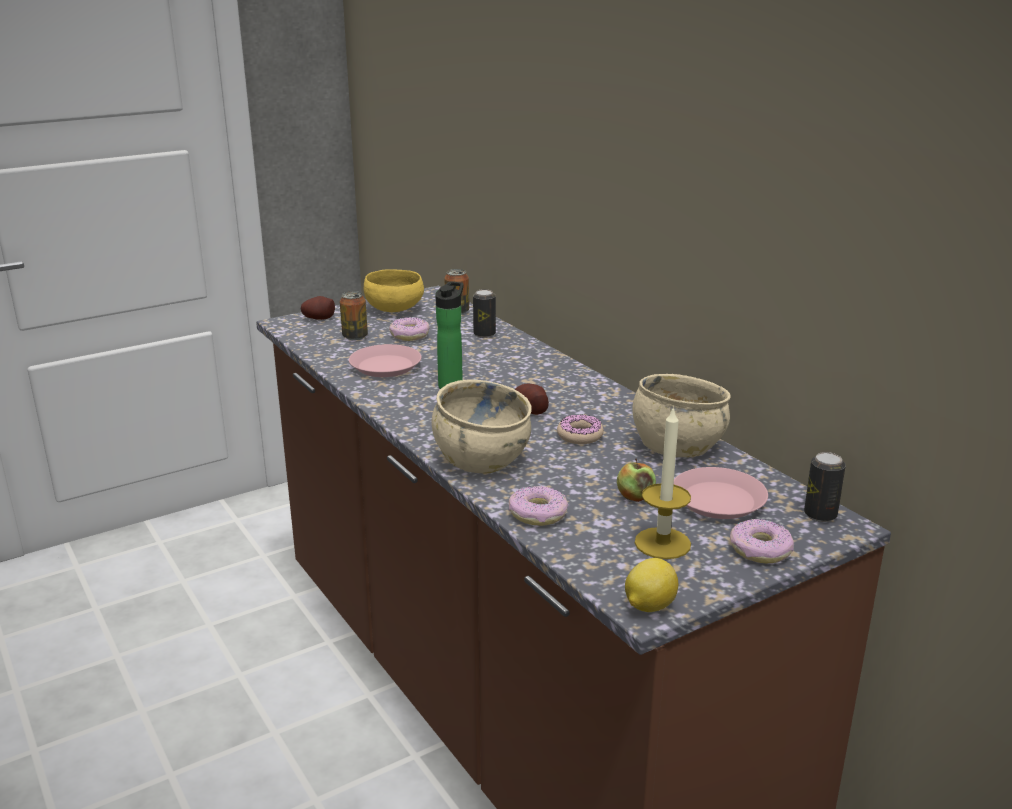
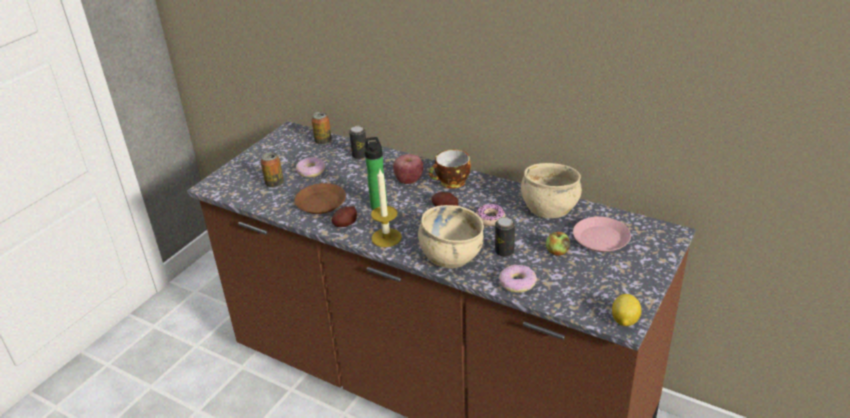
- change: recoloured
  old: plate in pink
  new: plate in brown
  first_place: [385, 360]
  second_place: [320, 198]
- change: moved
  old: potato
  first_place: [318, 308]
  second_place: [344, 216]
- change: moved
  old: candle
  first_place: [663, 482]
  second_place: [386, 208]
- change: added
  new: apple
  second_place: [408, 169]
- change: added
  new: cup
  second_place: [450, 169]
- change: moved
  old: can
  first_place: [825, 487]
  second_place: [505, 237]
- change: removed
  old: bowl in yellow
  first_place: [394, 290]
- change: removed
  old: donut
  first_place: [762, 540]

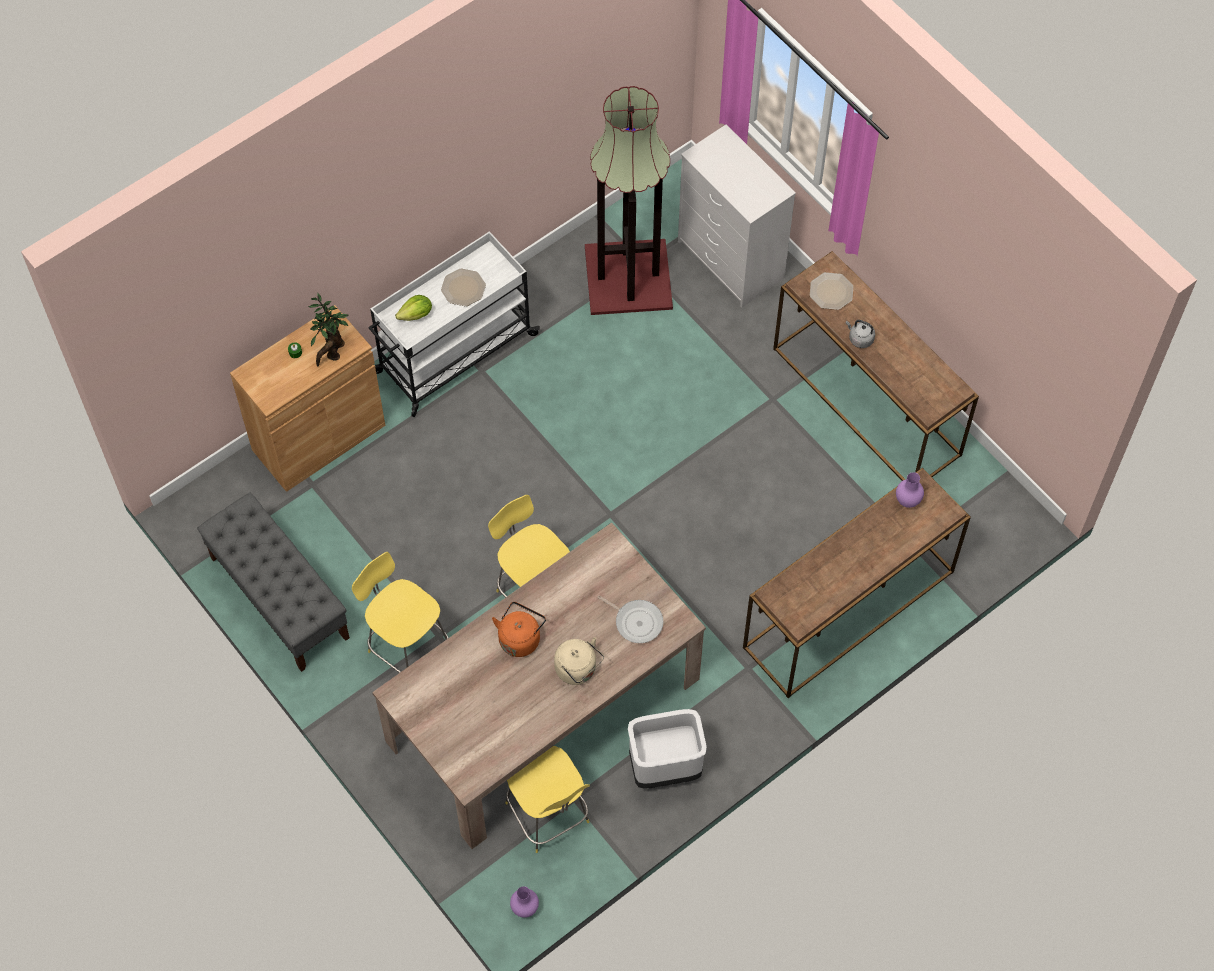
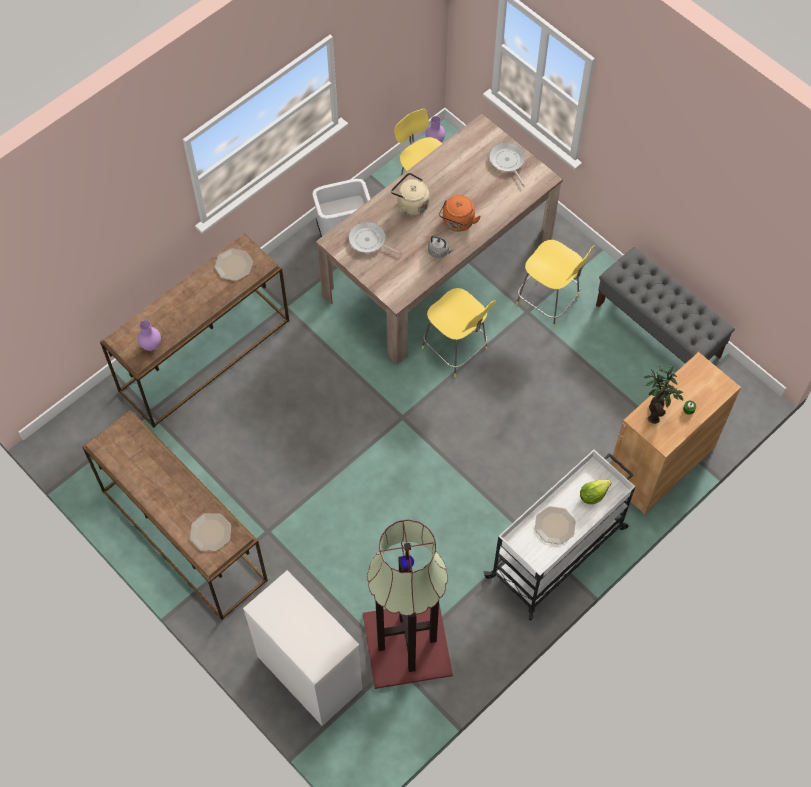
- change: added
  new: plate
  second_place: [233, 264]
- change: moved
  old: kettle in grey
  first_place: [860, 334]
  second_place: [440, 247]
- change: added
  new: frying pan
  second_place: [507, 164]

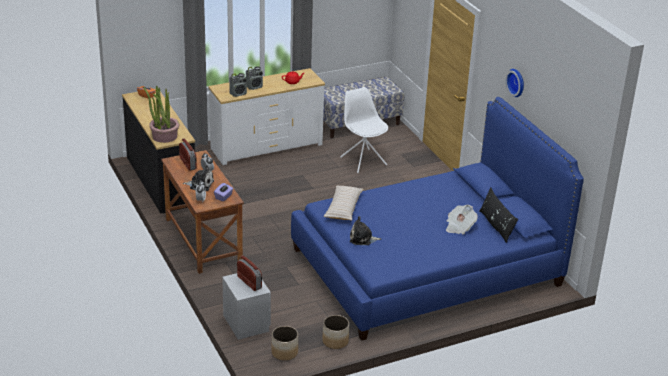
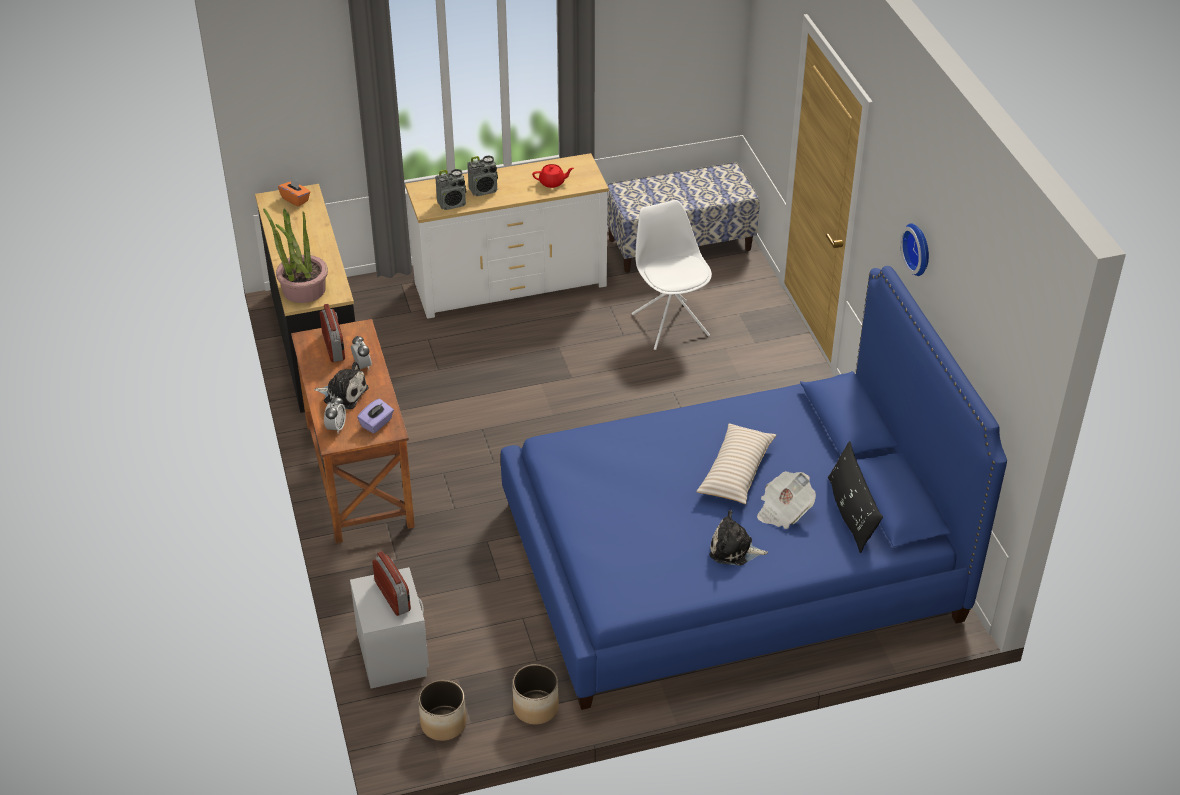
- change: moved
  old: pillow in beige
  first_place: [343, 203]
  second_place: [736, 463]
- change: moved
  old: plush toy
  first_place: [365, 230]
  second_place: [738, 538]

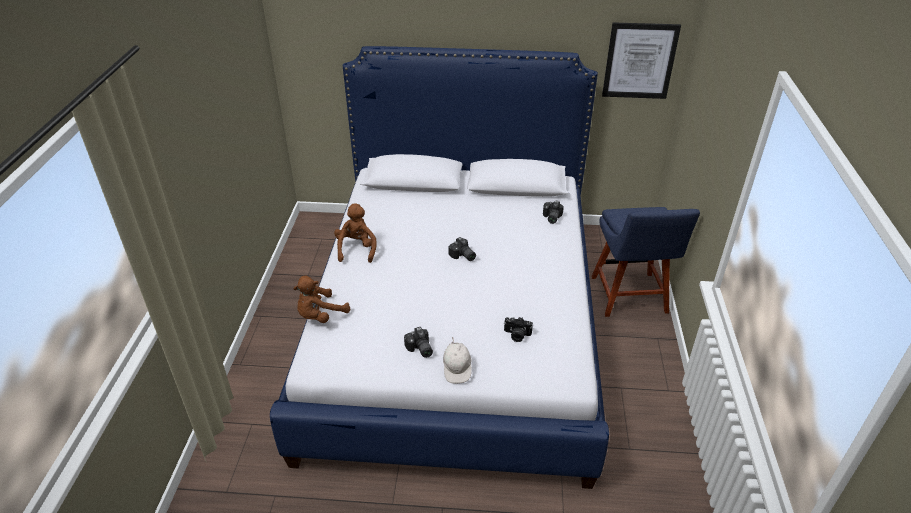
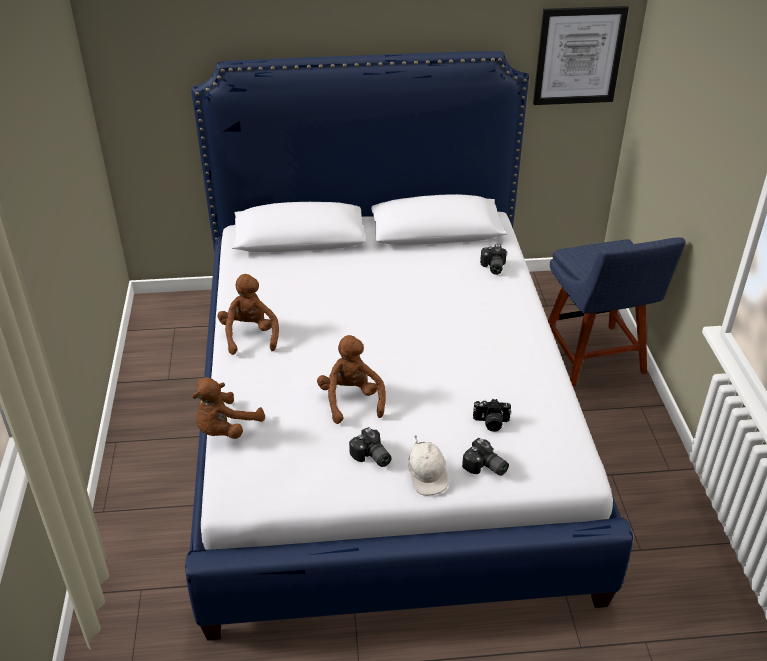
- change: added
  new: plush toy in brown
  second_place: [351, 379]
- change: moved
  old: photo camera
  first_place: [462, 249]
  second_place: [485, 457]

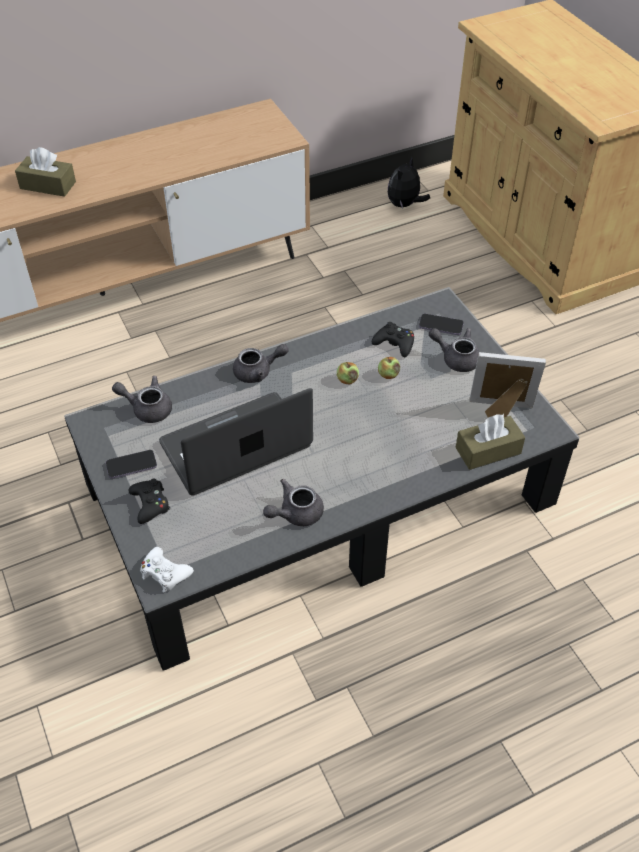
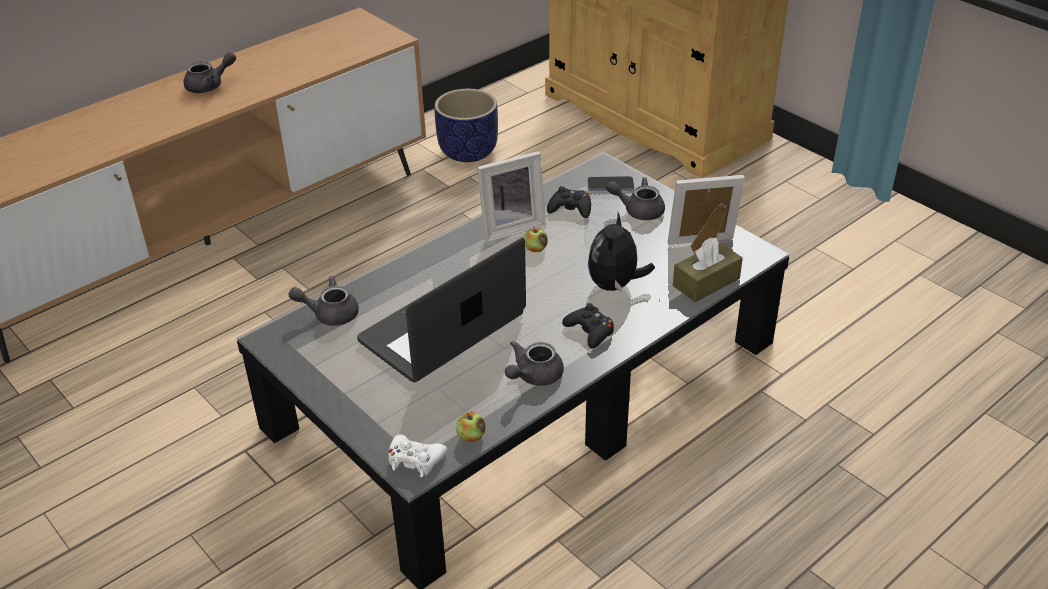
- change: moved
  old: teapot in grey
  first_place: [261, 363]
  second_place: [209, 72]
- change: added
  new: planter
  second_place: [466, 125]
- change: moved
  old: apple
  first_place: [389, 368]
  second_place: [471, 427]
- change: added
  new: picture frame
  second_place: [511, 196]
- change: moved
  old: game controller in black
  first_place: [149, 501]
  second_place: [588, 326]
- change: moved
  old: plush toy
  first_place: [409, 182]
  second_place: [621, 252]
- change: removed
  old: tissue box in brown
  first_place: [45, 172]
- change: removed
  old: phone
  first_place: [131, 464]

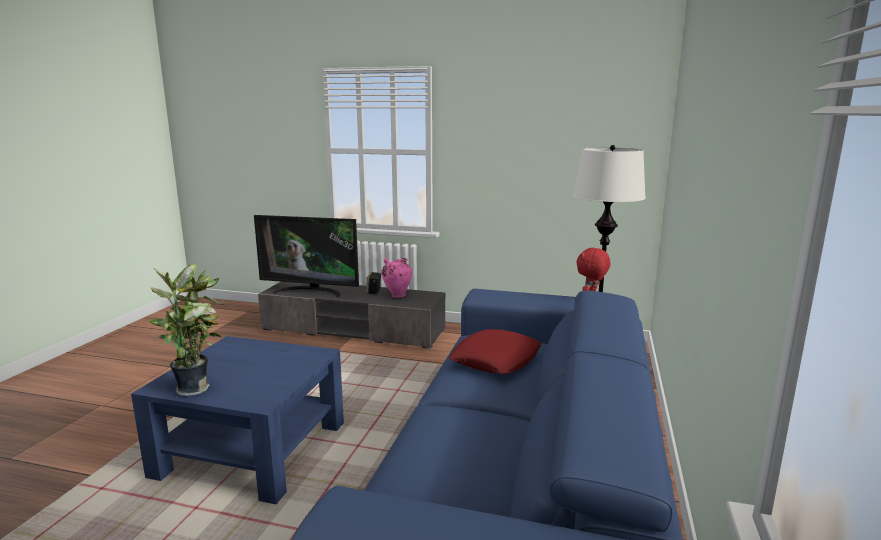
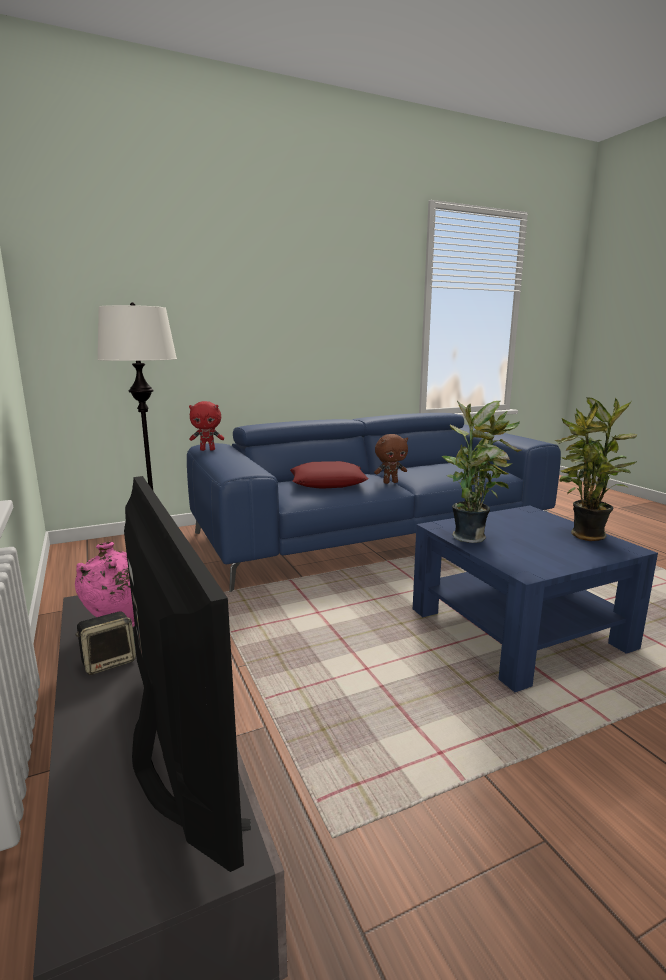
- change: added
  new: plush toy in brown
  second_place: [391, 459]
- change: added
  new: potted plant
  second_place: [481, 472]

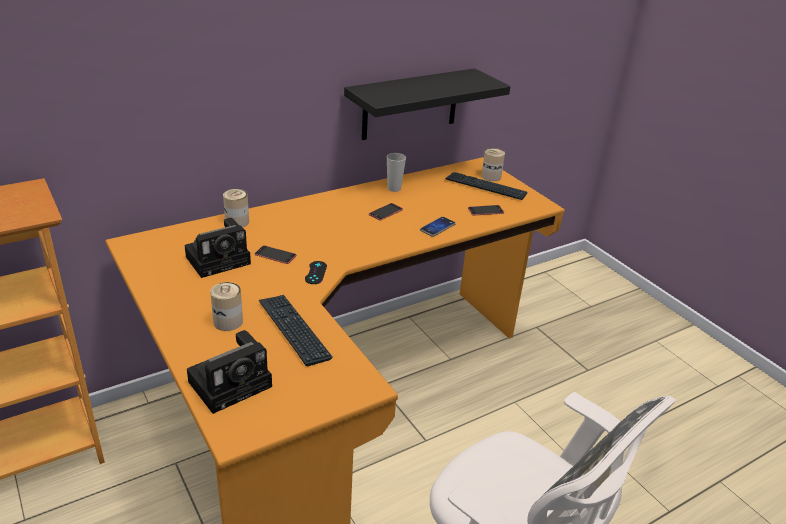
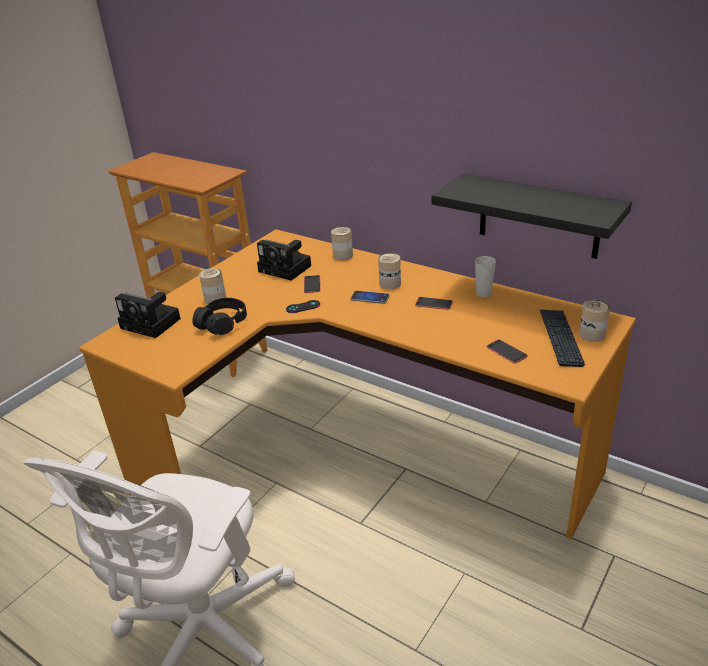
- change: replaced
  old: keyboard
  new: headphones in black
  first_place: [295, 330]
  second_place: [219, 316]
- change: moved
  old: phone
  first_place: [438, 227]
  second_place: [370, 297]
- change: added
  new: can
  second_place: [389, 271]

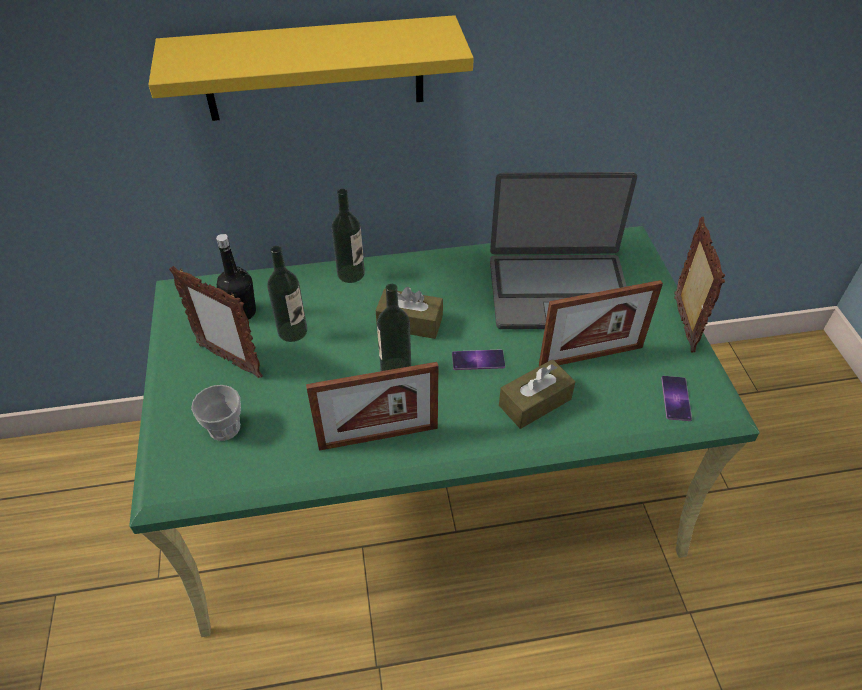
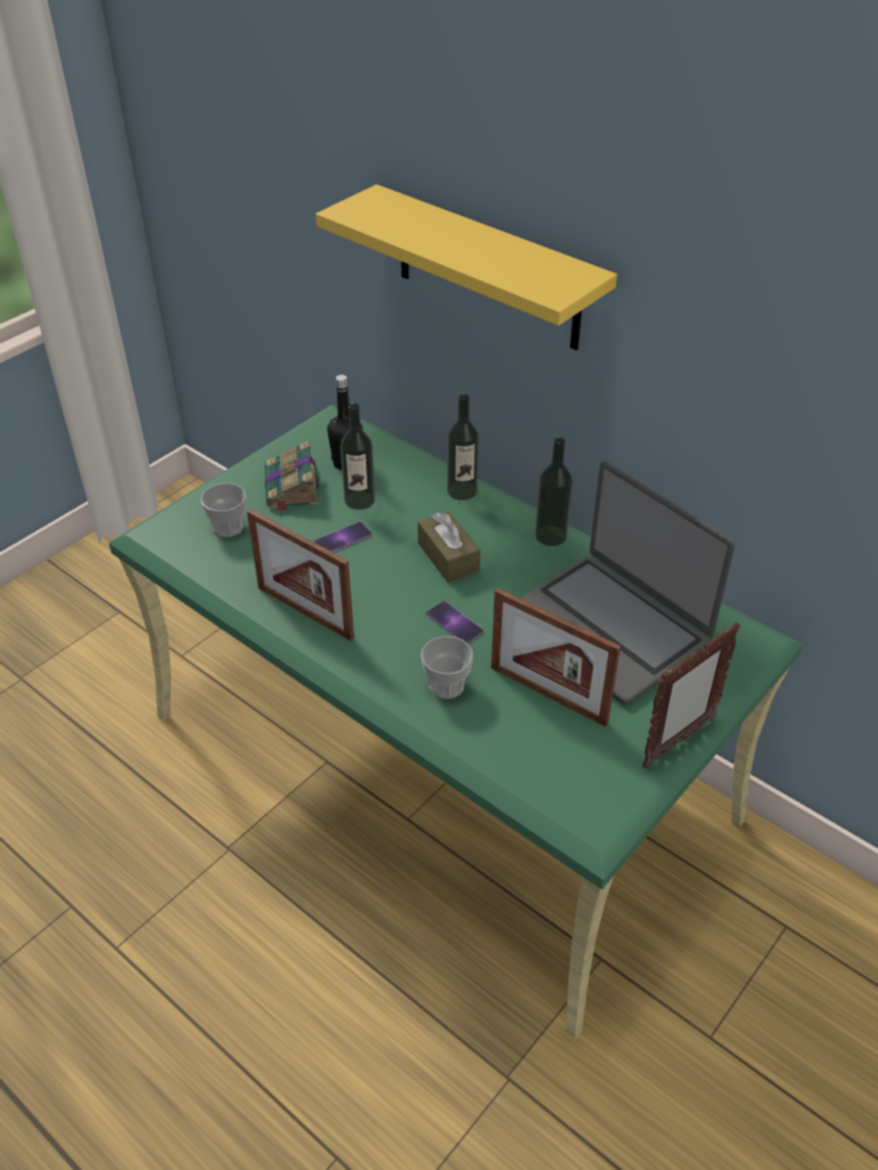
- change: replaced
  old: picture frame
  new: book
  first_place: [216, 322]
  second_place: [292, 476]
- change: moved
  old: phone
  first_place: [676, 398]
  second_place: [343, 537]
- change: replaced
  old: tissue box in brown
  new: cup
  first_place: [537, 394]
  second_place: [447, 667]
- change: moved
  old: bottle
  first_place: [394, 327]
  second_place: [554, 491]

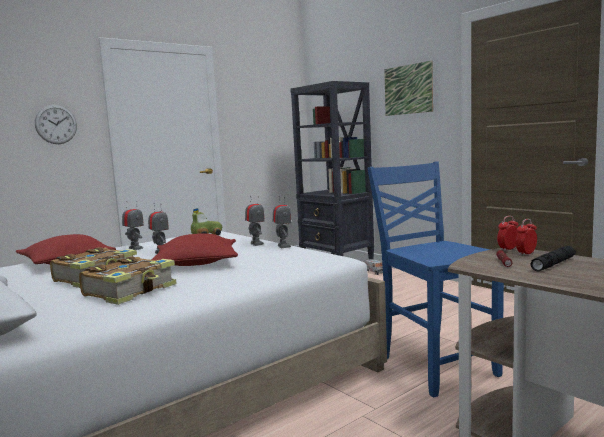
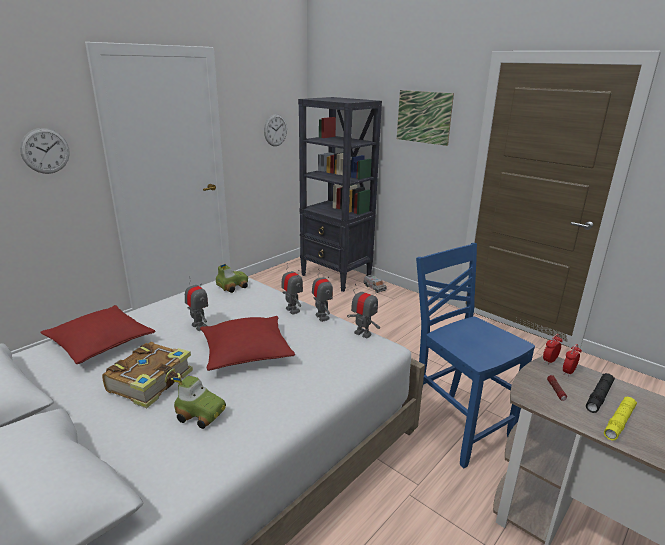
- change: replaced
  old: book
  new: toy car
  first_place: [128, 280]
  second_place: [199, 402]
- change: added
  new: wall clock
  second_place: [275, 130]
- change: moved
  old: toy robot
  first_place: [133, 225]
  second_place: [363, 311]
- change: added
  new: flashlight in yellow
  second_place: [620, 418]

